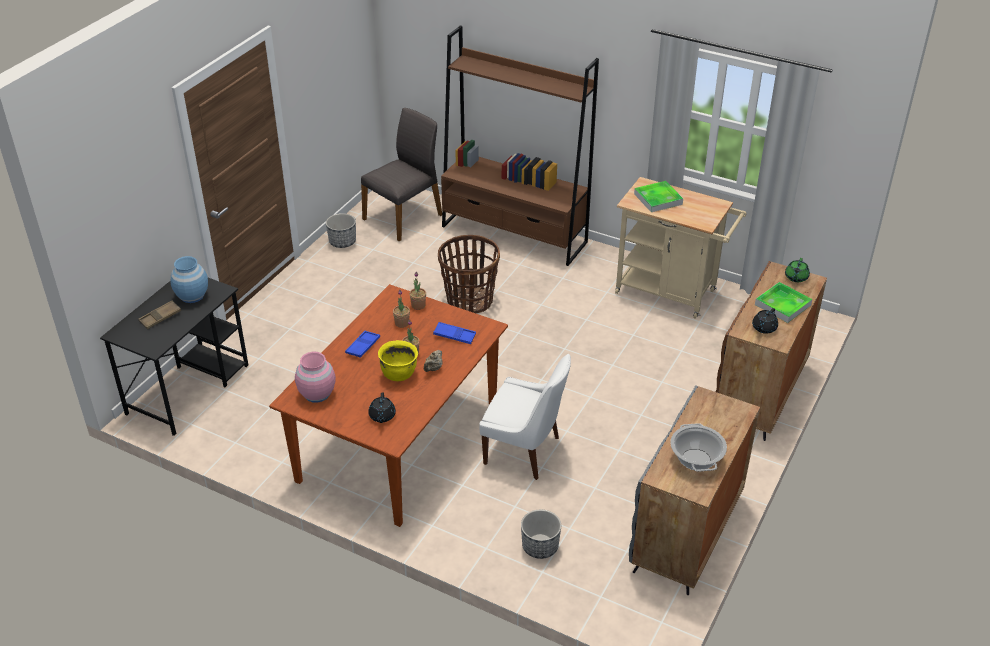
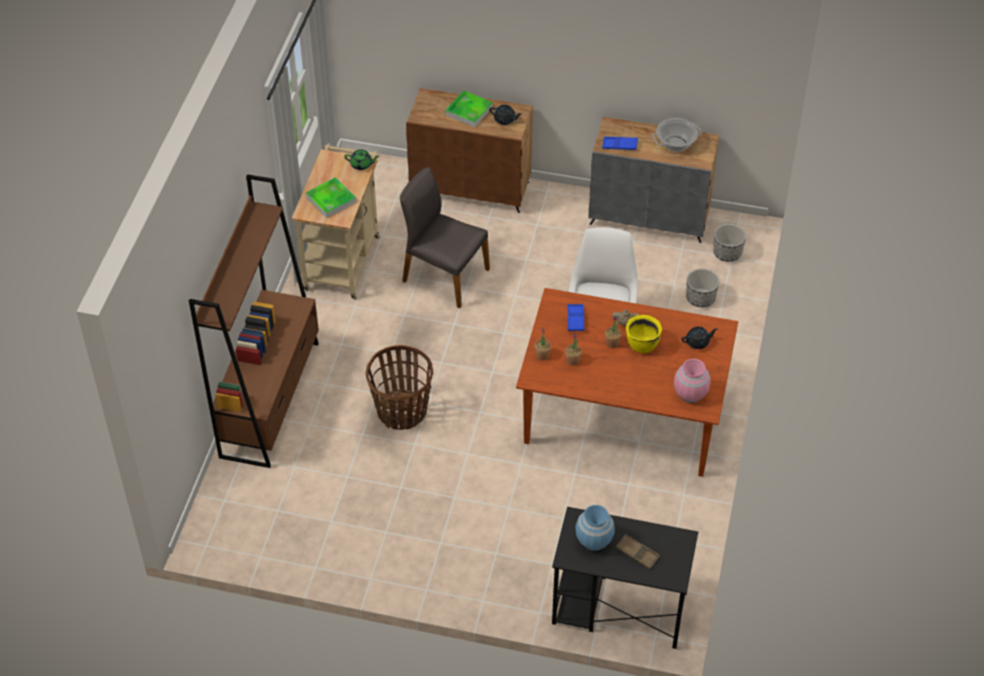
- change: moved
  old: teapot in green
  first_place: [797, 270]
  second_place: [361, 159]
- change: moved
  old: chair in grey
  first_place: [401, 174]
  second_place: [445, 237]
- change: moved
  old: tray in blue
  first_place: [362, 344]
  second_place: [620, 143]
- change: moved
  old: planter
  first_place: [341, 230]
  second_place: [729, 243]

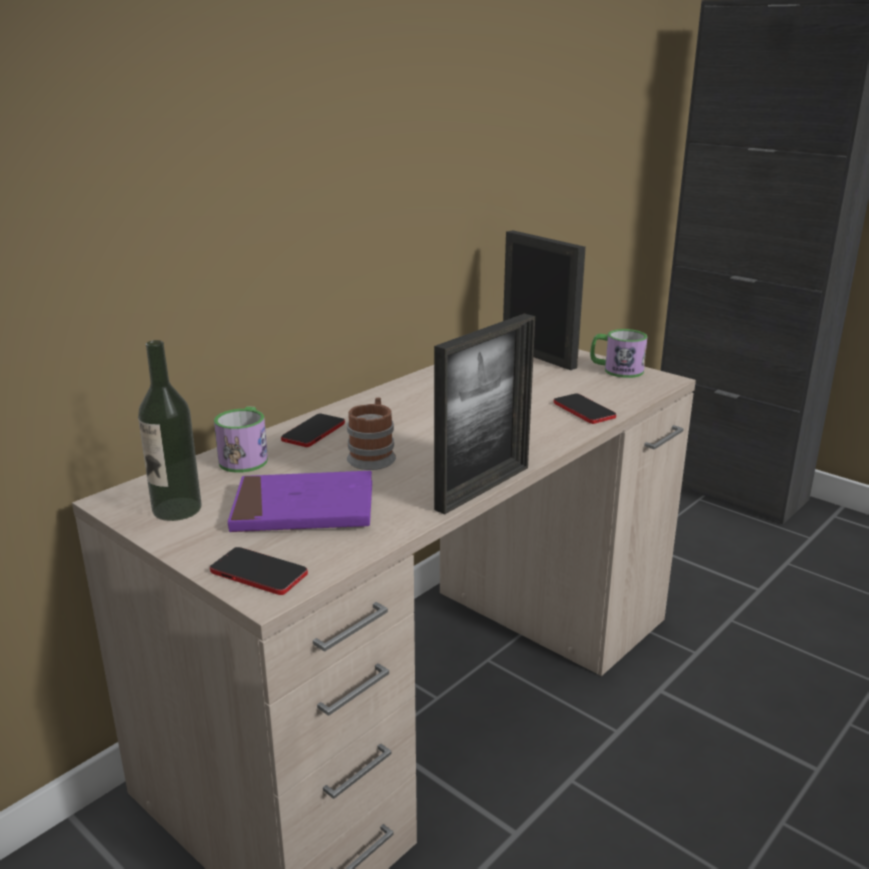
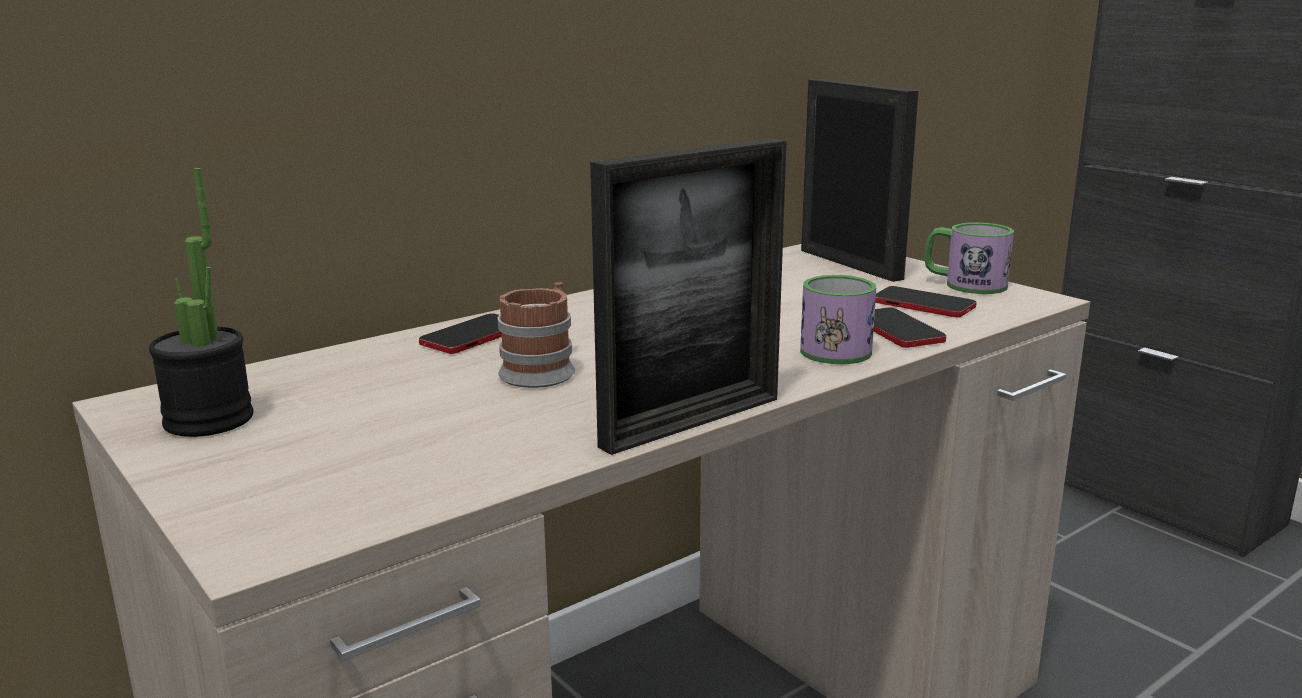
- change: replaced
  old: bottle
  new: potted plant
  first_place: [169, 430]
  second_place: [201, 302]
- change: moved
  old: mug
  first_place: [241, 439]
  second_place: [838, 319]
- change: moved
  old: phone
  first_place: [259, 571]
  second_place: [925, 302]
- change: removed
  old: book in purple
  first_place: [300, 501]

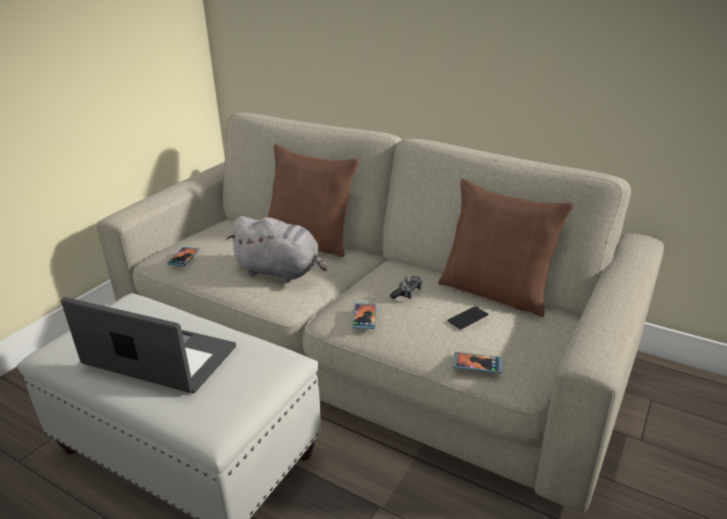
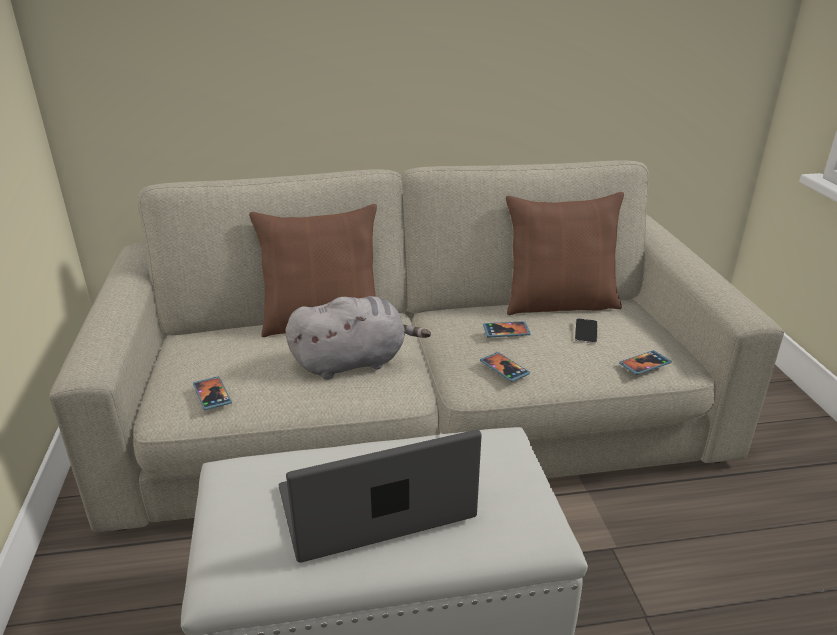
- change: replaced
  old: game controller
  new: phone
  first_place: [406, 287]
  second_place: [507, 329]

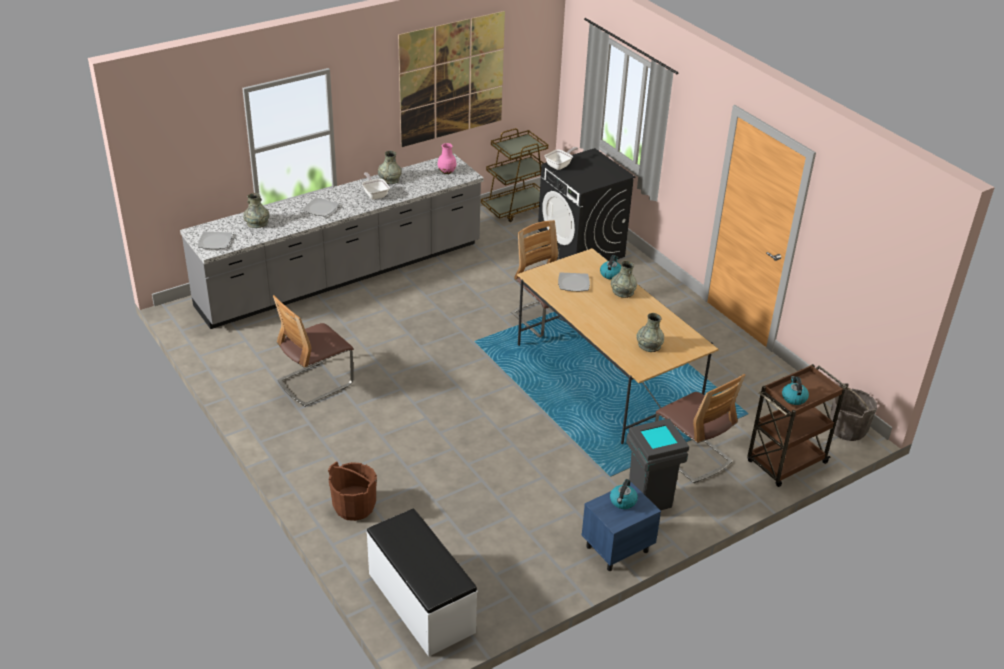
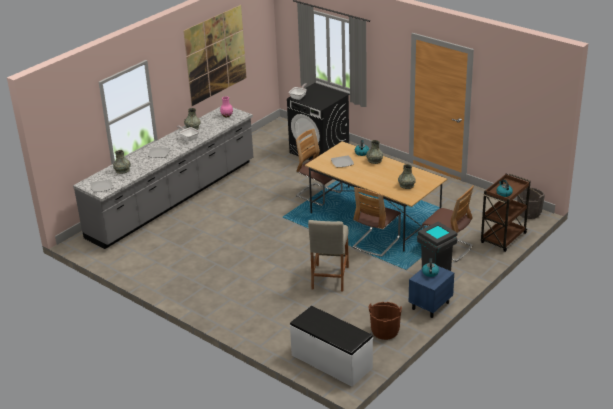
- change: added
  new: stool in beige
  second_place: [328, 255]
- change: moved
  old: chair
  first_place: [313, 351]
  second_place: [376, 222]
- change: moved
  old: bucket in brown
  first_place: [352, 491]
  second_place: [385, 321]
- change: removed
  old: cart in brown
  first_place: [514, 175]

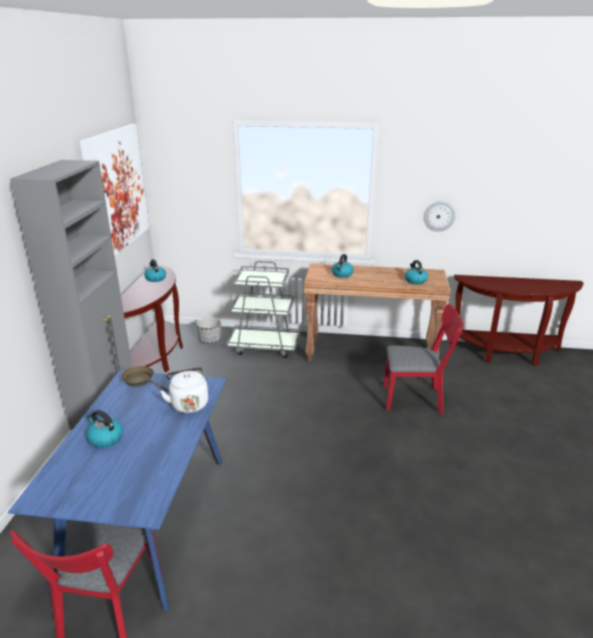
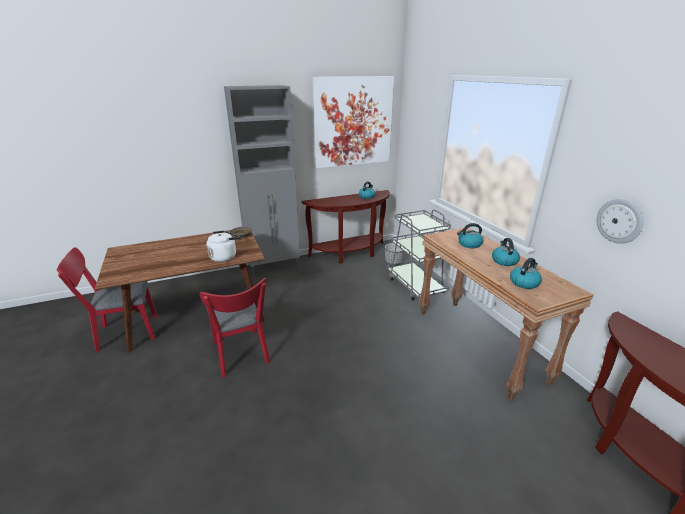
- change: recoloured
  old: dining table in blue
  new: dining table in brown
  first_place: [117, 491]
  second_place: [180, 291]
- change: moved
  old: chair in red
  first_place: [423, 359]
  second_place: [235, 327]
- change: moved
  old: kettle
  first_place: [104, 429]
  second_place: [506, 252]

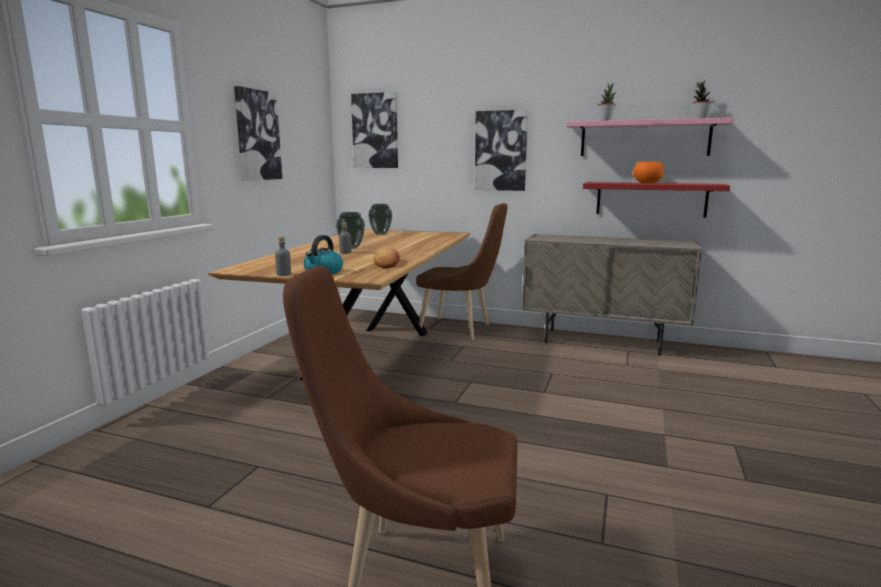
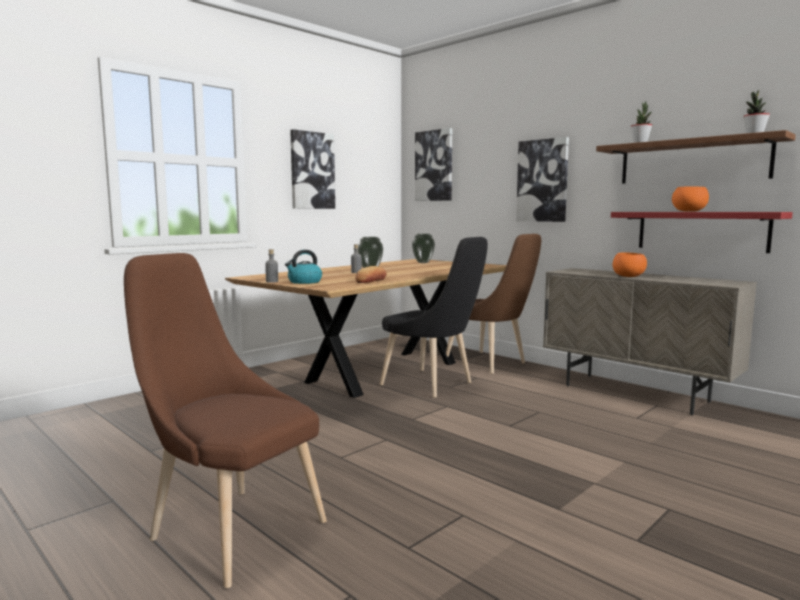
- change: added
  new: chair in black
  second_place: [434, 317]
- change: recoloured
  old: shelf in pink
  new: shelf in brown
  first_place: [650, 136]
  second_place: [696, 157]
- change: added
  new: bowl in orange
  second_place: [630, 265]

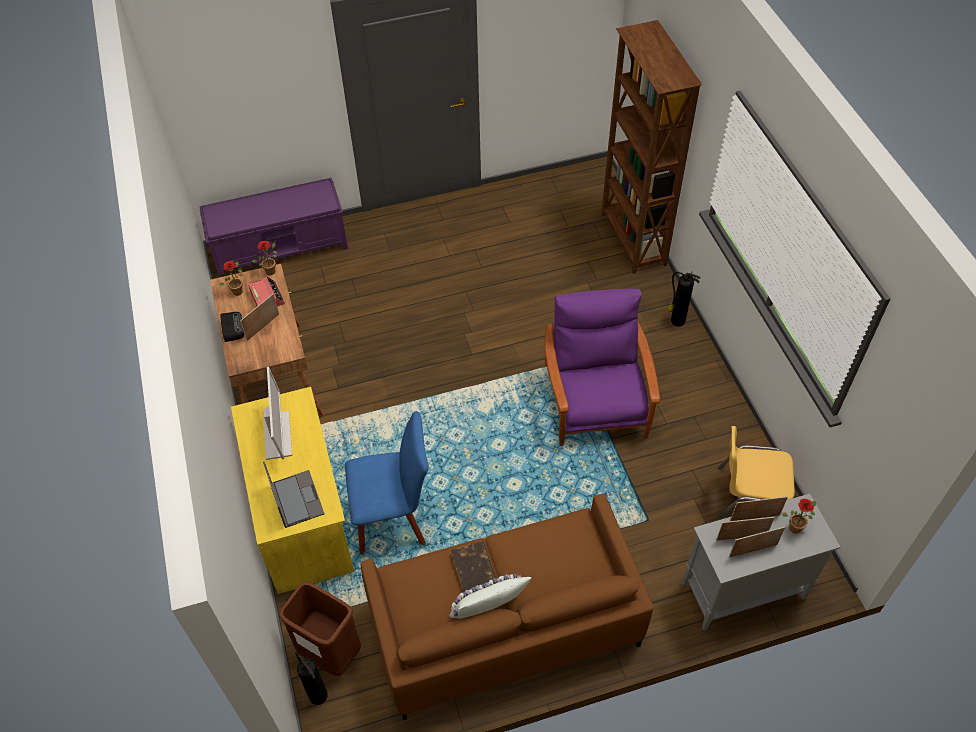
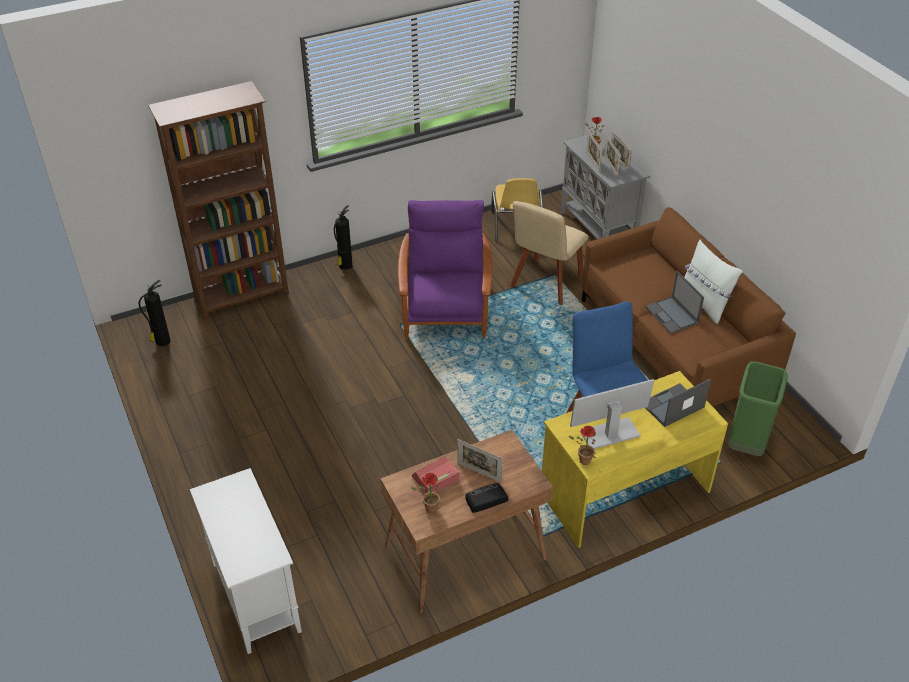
- change: moved
  old: fire extinguisher
  first_place: [311, 678]
  second_place: [154, 313]
- change: replaced
  old: bench in purple
  new: cabinet in white
  first_place: [274, 228]
  second_place: [246, 561]
- change: turned
  old: armchair in purple
  first_place: [602, 367]
  second_place: [445, 269]
  degrees: 105
- change: added
  new: chair in beige
  second_place: [549, 253]
- change: moved
  old: potted plant
  first_place: [264, 258]
  second_place: [582, 445]
- change: replaced
  old: book in brown
  new: laptop
  first_place: [473, 568]
  second_place: [674, 302]
- change: recoloured
  old: trash can in brown
  new: trash can in green
  first_place: [320, 629]
  second_place: [758, 408]

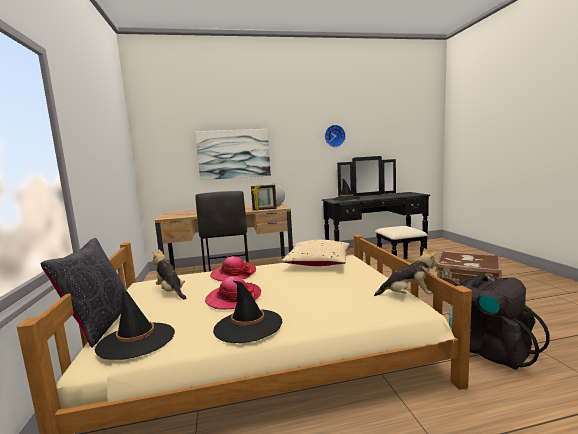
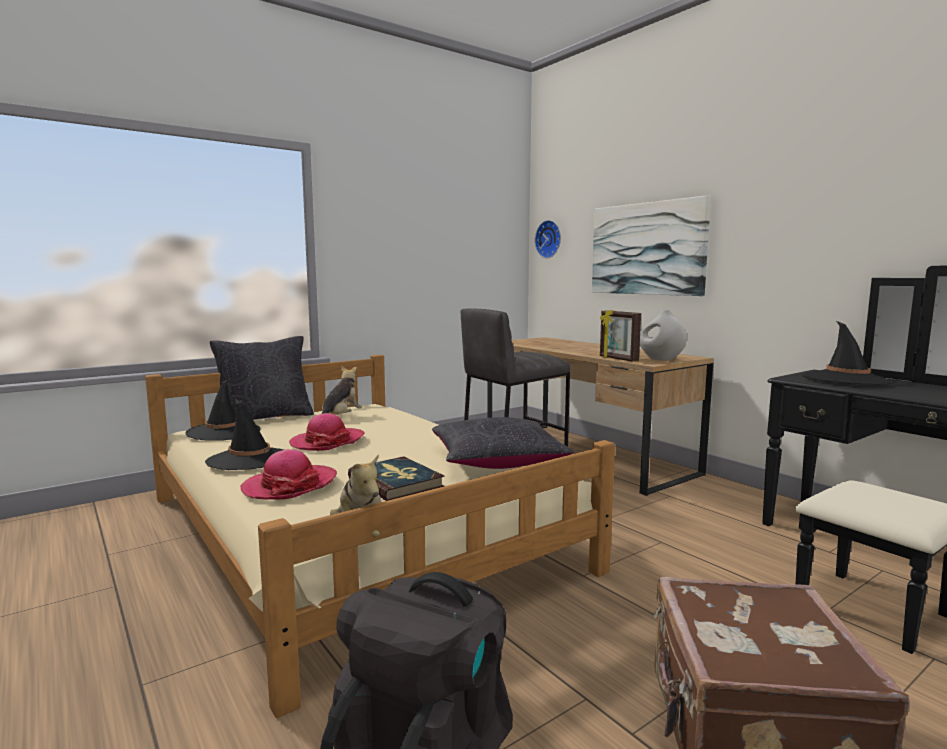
- change: moved
  old: hat
  first_place: [233, 269]
  second_place: [288, 474]
- change: added
  new: book
  second_place: [396, 478]
- change: recoloured
  old: pillow in beige
  new: pillow in black
  first_place: [316, 253]
  second_place: [503, 443]
- change: moved
  old: wall clock
  first_place: [335, 136]
  second_place: [548, 239]

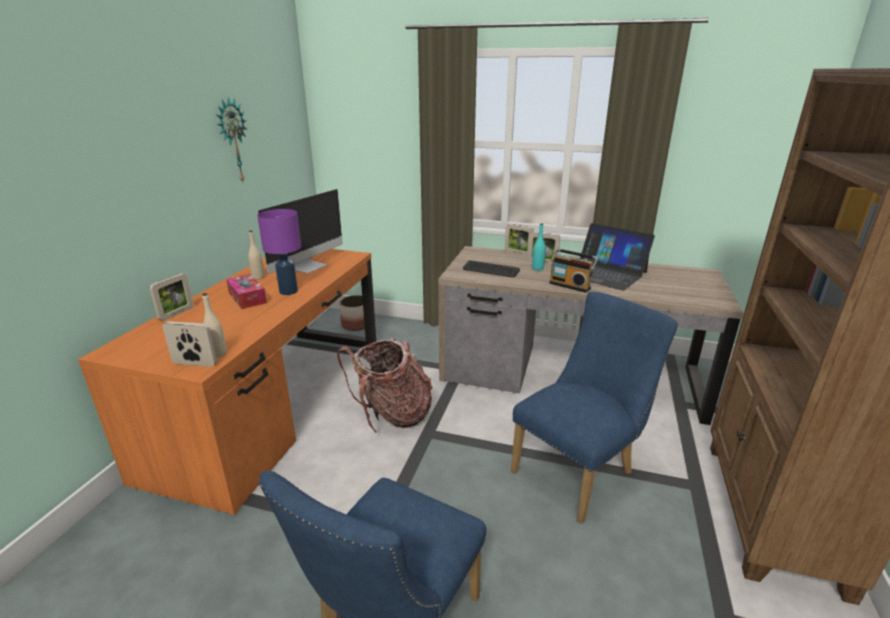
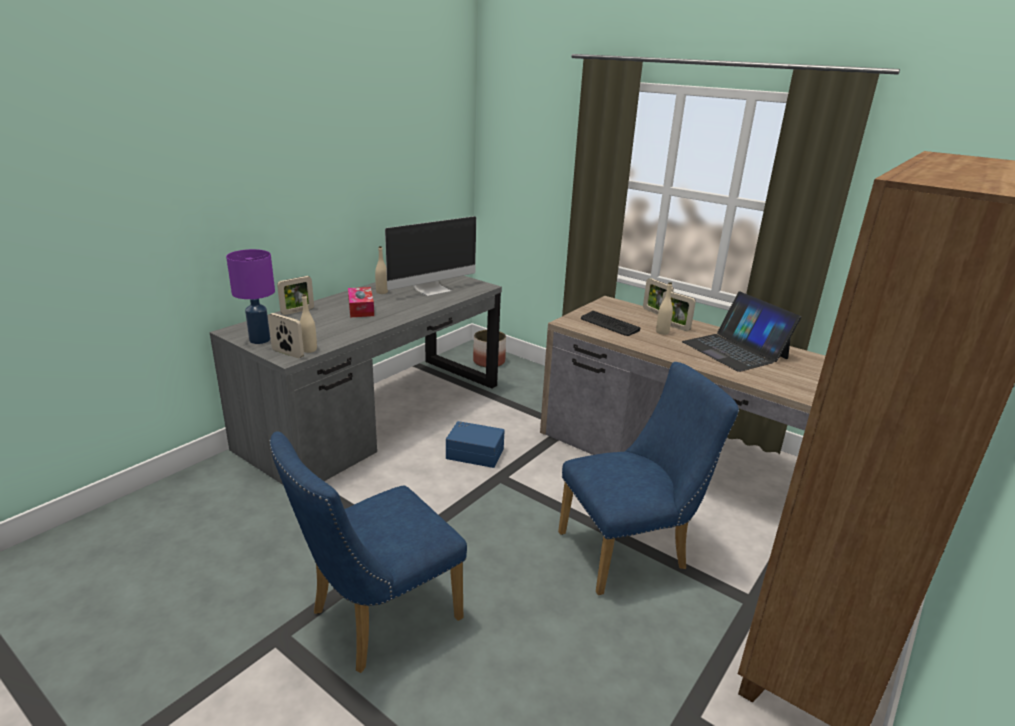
- change: recoloured
  old: desk in orange
  new: desk in grey
  first_place: [227, 382]
  second_place: [356, 380]
- change: moved
  old: table lamp in purple
  first_place: [279, 252]
  second_place: [250, 296]
- change: replaced
  old: backpack
  new: storage box in blue
  first_place: [384, 385]
  second_place: [475, 444]
- change: recoloured
  old: bottle in turquoise
  new: bottle in beige
  first_place: [539, 247]
  second_place: [664, 308]
- change: removed
  old: wall clock
  first_place: [232, 139]
- change: removed
  old: radio
  first_place: [573, 270]

